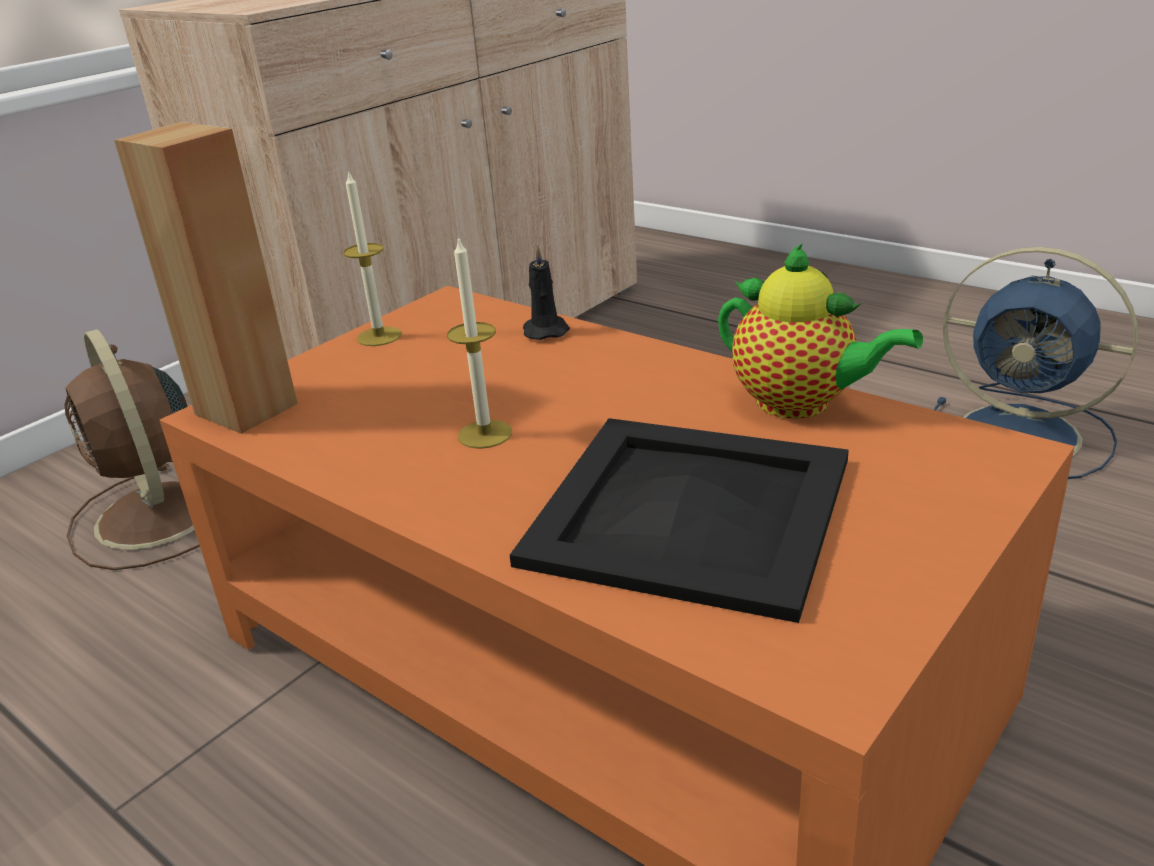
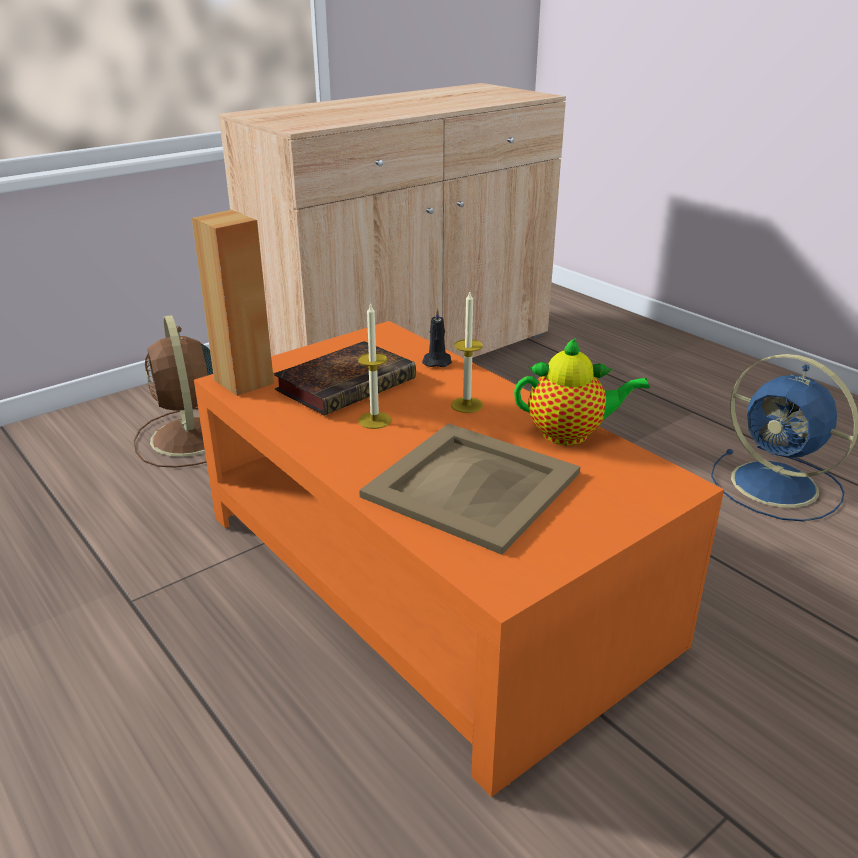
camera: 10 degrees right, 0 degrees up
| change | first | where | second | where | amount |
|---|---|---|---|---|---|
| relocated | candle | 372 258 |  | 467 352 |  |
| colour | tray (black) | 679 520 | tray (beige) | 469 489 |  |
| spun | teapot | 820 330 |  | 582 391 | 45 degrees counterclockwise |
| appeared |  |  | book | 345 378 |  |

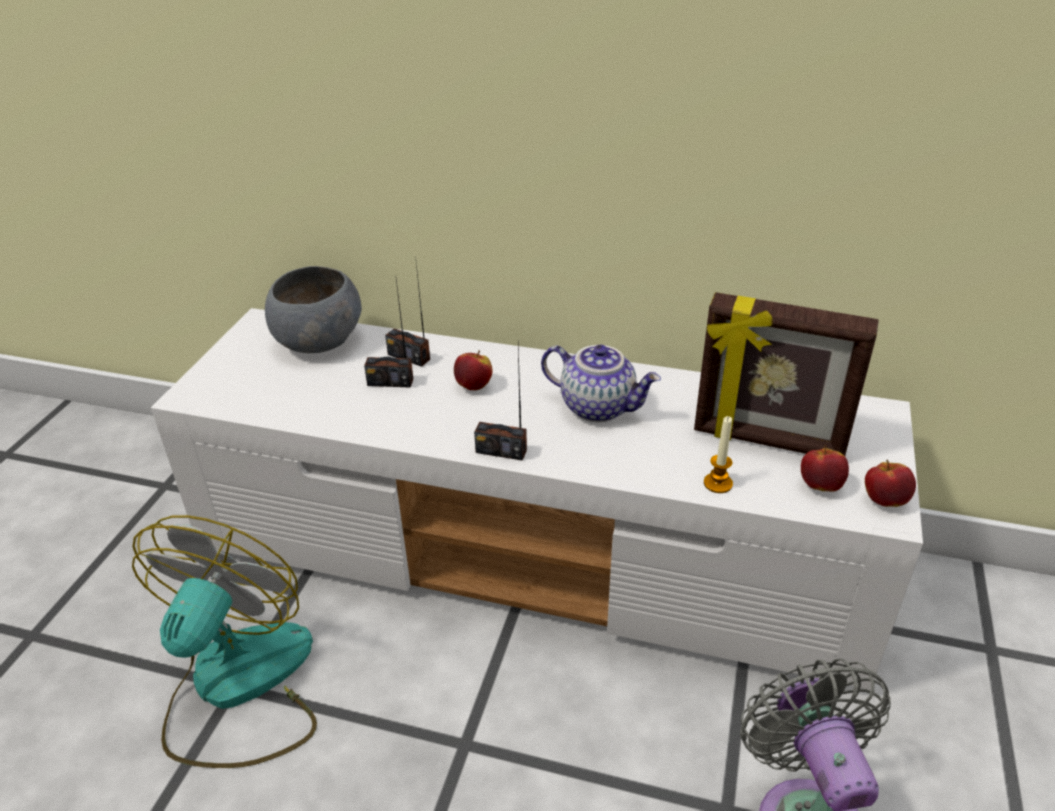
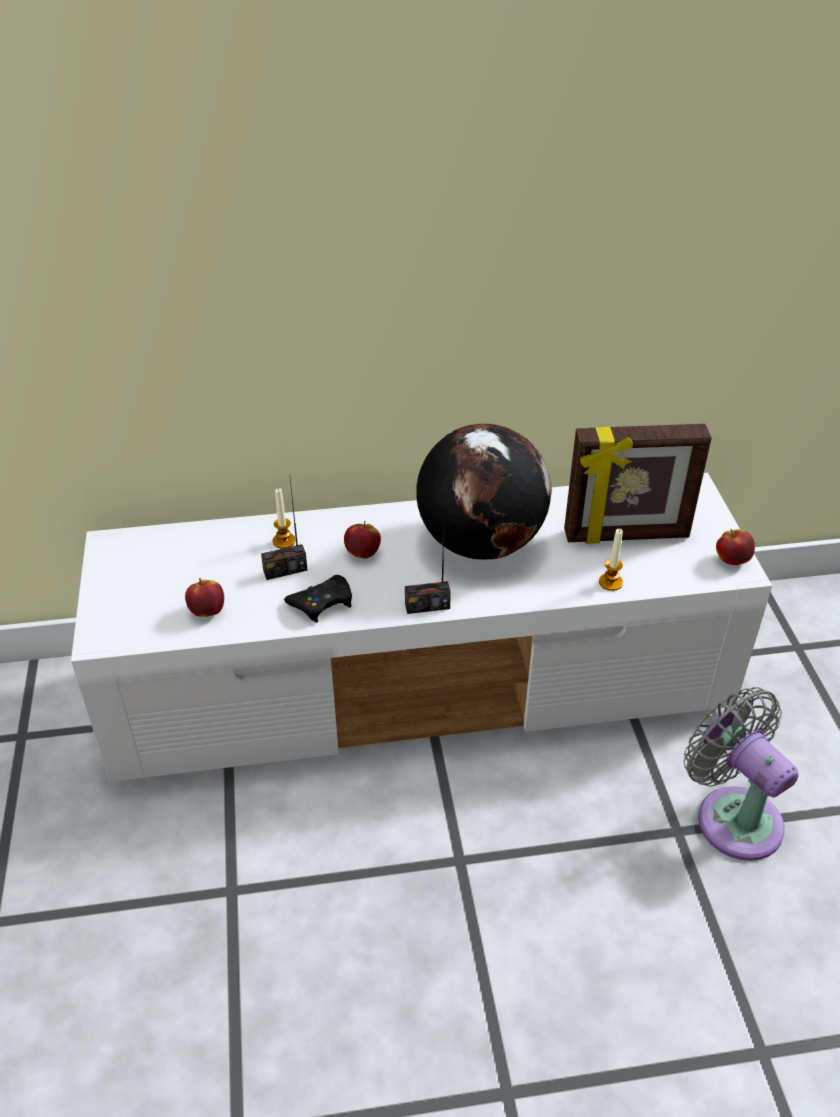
camera: 25 degrees left, 5 degrees up
| change | first | where | second | where | amount |
|---|---|---|---|---|---|
| missing | fan | 224 641 |  |  |  |
| missing | bowl (grey) | 313 309 |  |  |  |
| exchanged | radio | 407 311 | candle | 284 518 |  |
| exchanged | teapot | 601 383 | globe | 484 492 |  |
| relocated | apple | 825 468 |  | 204 597 |  |
| appeared |  |  | game controller (black) | 318 599 |  |

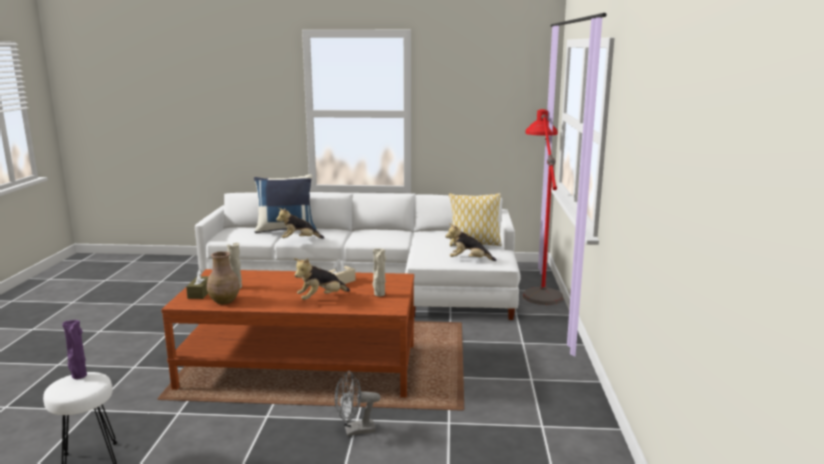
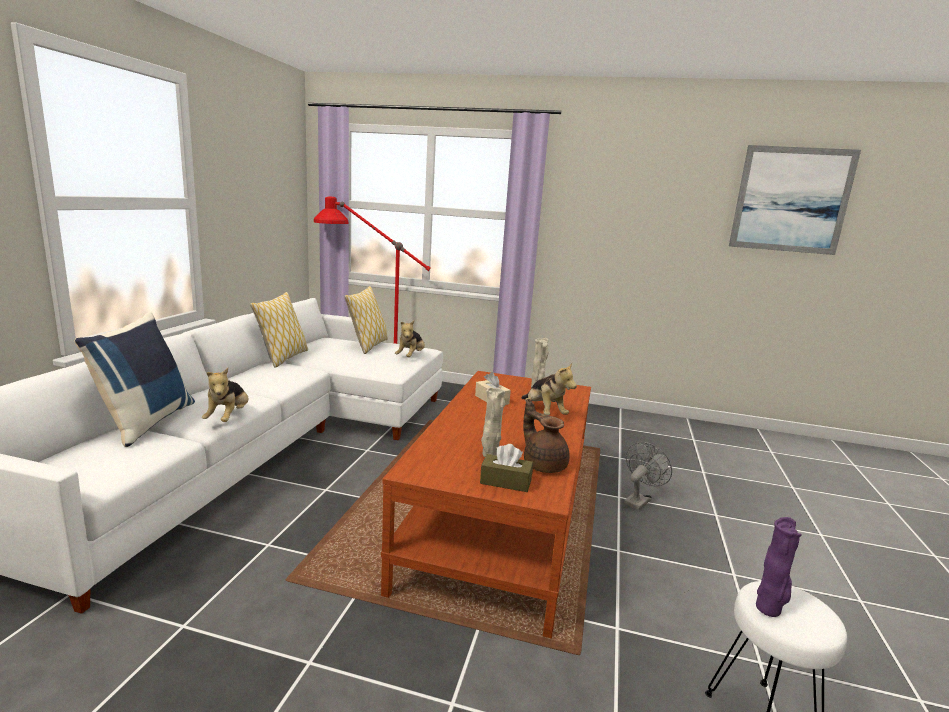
camera: 80 degrees left, 0 degrees up
| change | first | where | second | where | amount |
|---|---|---|---|---|---|
| exchanged | vase (brown) | 223 277 | teapot (brown) | 546 436 |  |
| spun | fan (grey) | 358 403 |  | 648 476 | 135 degrees counterclockwise |
| appeared |  |  | pillow | 279 329 |  |
| appeared |  |  | picture | 795 200 |  |

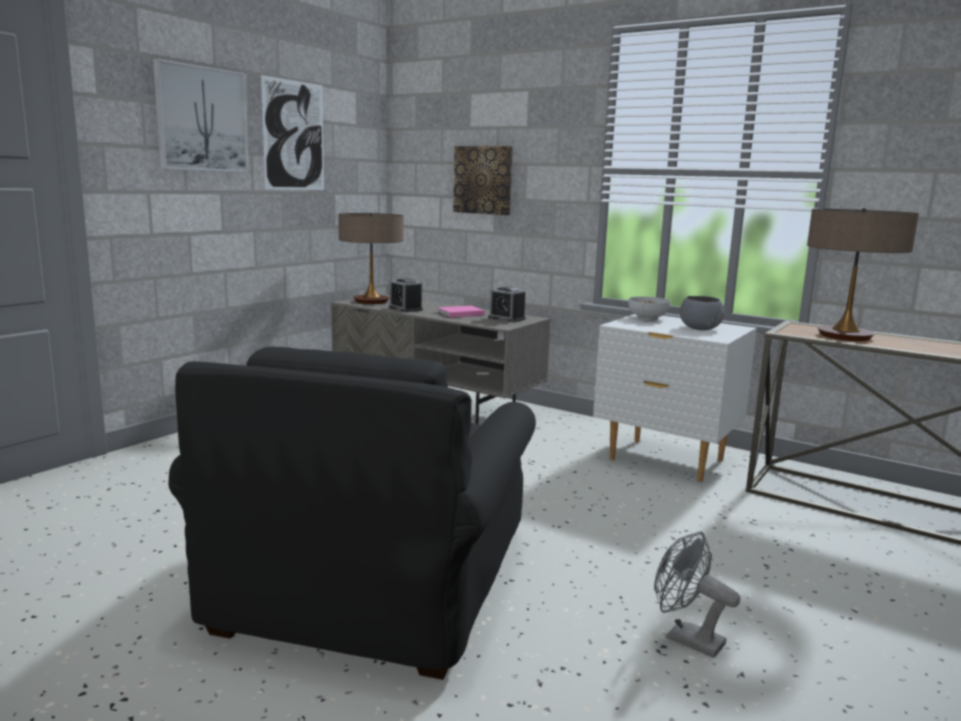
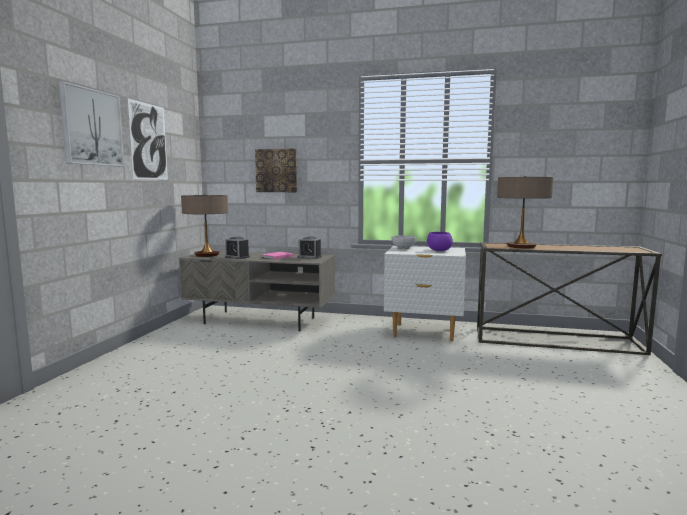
camera: 20 degrees left, 5 degrees down
| change | first | where | second | where | amount |
|---|---|---|---|---|---|
| missing | armchair (black) | 352 513 |  |  |  |
| missing | fan (grey) | 697 594 |  |  |  |
| colour | bowl (grey) | 702 313 | bowl (purple) | 440 241 |  |

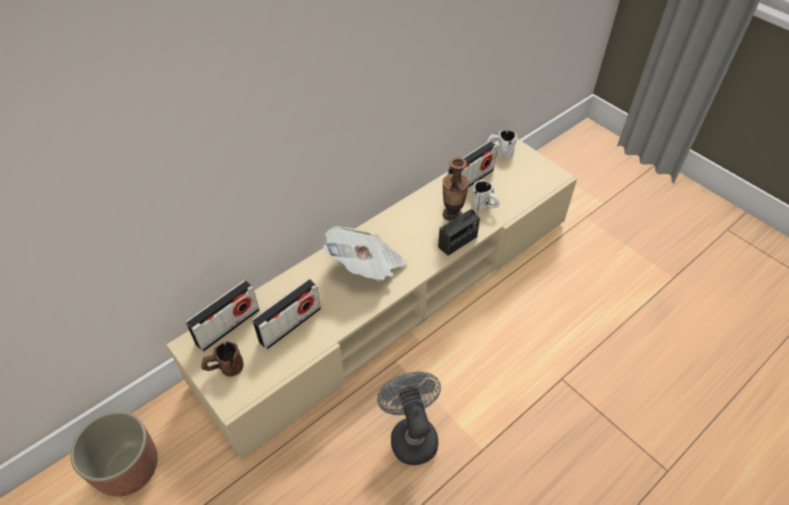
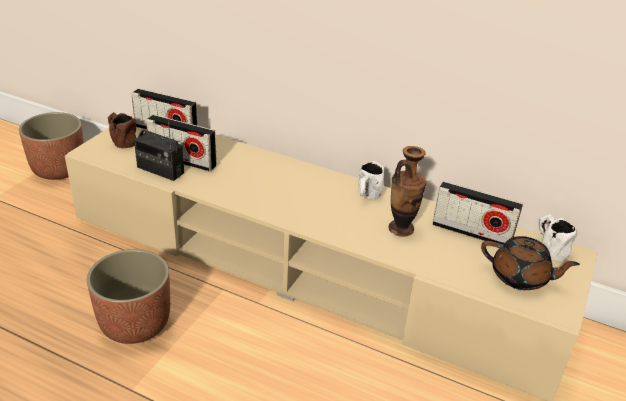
camera: 65 degrees right, 15 degrees down
| change | first | where | second | where | amount |
|---|---|---|---|---|---|
| missing | newspaper | 365 253 |  |  |  |
| exchanged | fan (grey) | 409 418 | planter | 128 296 |  |
| relocated | radio | 459 225 |  | 159 149 |  |
| relocated | mug (white) | 485 194 |  | 371 180 |  |
| appeared |  |  | teapot (brown) | 530 263 |  |

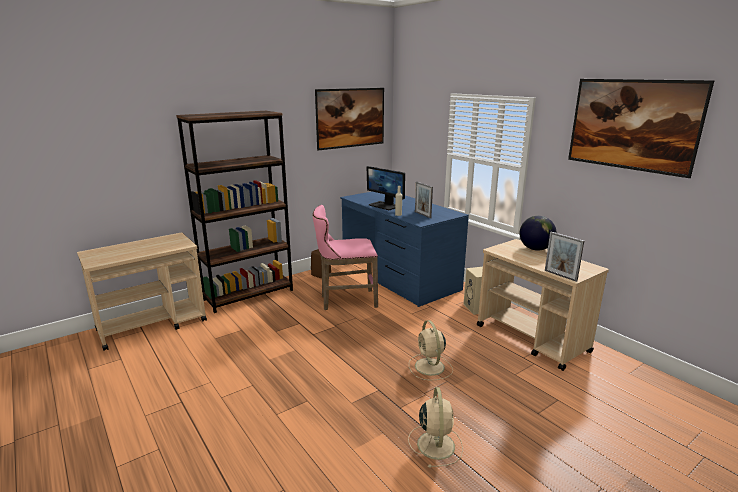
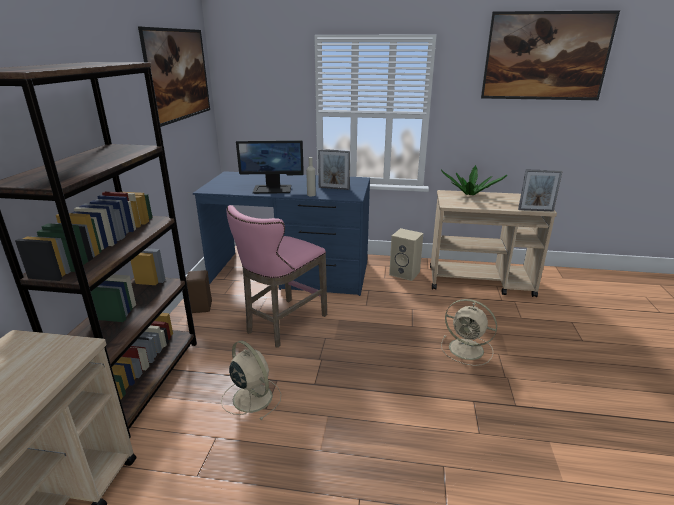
camera: 45 degrees left, 5 degrees up
| change | first | where | second | where | amount |
|---|---|---|---|---|---|
| relocated | fan (beige) | 435 427 |  | 251 380 |  |
| exchanged | globe | 538 233 | potted plant | 474 180 |  |

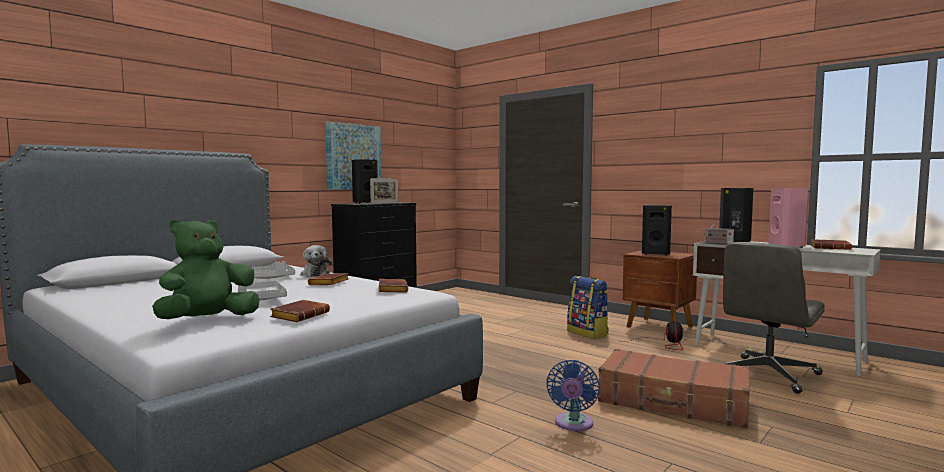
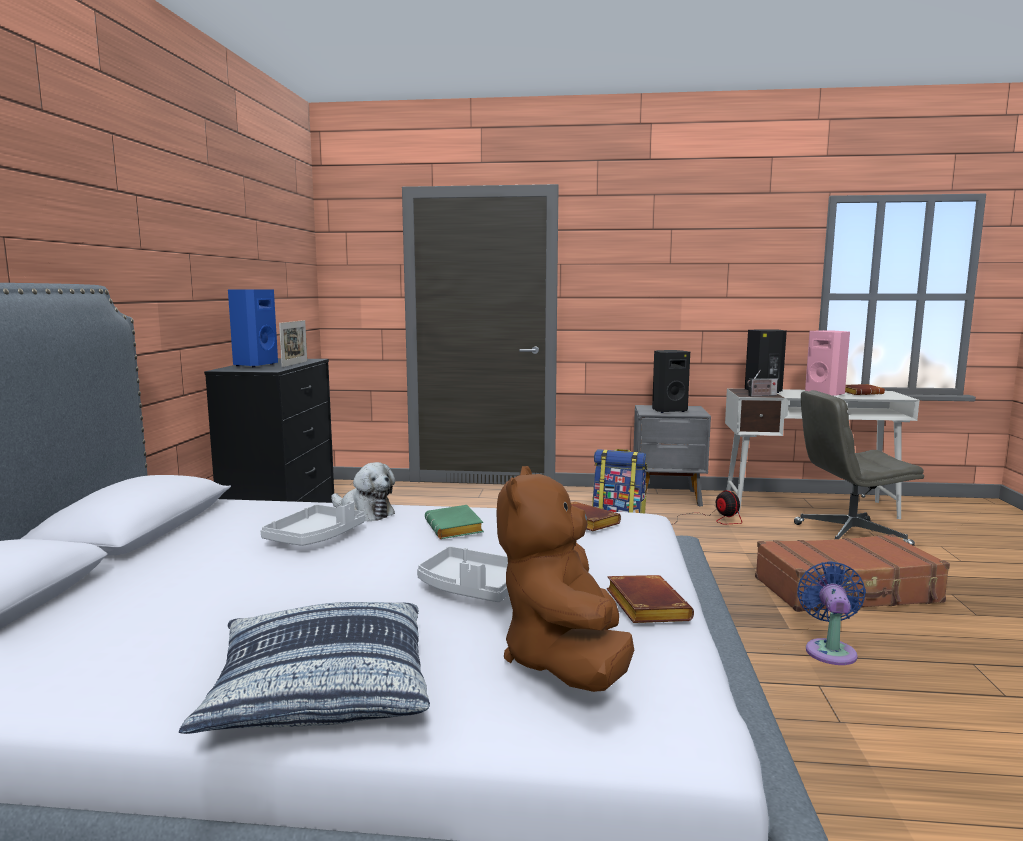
camera: 35 degrees left, 5 degrees up
| change | first | where | second | where | amount |
|---|---|---|---|---|---|
| colour | plush toy (green) | 206 269 | plush toy (brown) | 565 579 |  |
| colour | book (brown) | 328 279 | book (green) | 454 522 |  |
| missing | picture | 353 156 |  |  |  |
| colour | speaker (black) | 365 181 | speaker (blue) | 253 328 |  |
| spun | fan (blue) | 573 395 |  | 831 613 | 150 degrees counterclockwise |
| colour | nightstand (brown) | 660 289 | nightstand (grey) | 672 456 |  |
| spun | office chair (grey) | 773 318 |  | 859 468 | 75 degrees clockwise |
| appeared |  |  | pillow | 304 668 |  |

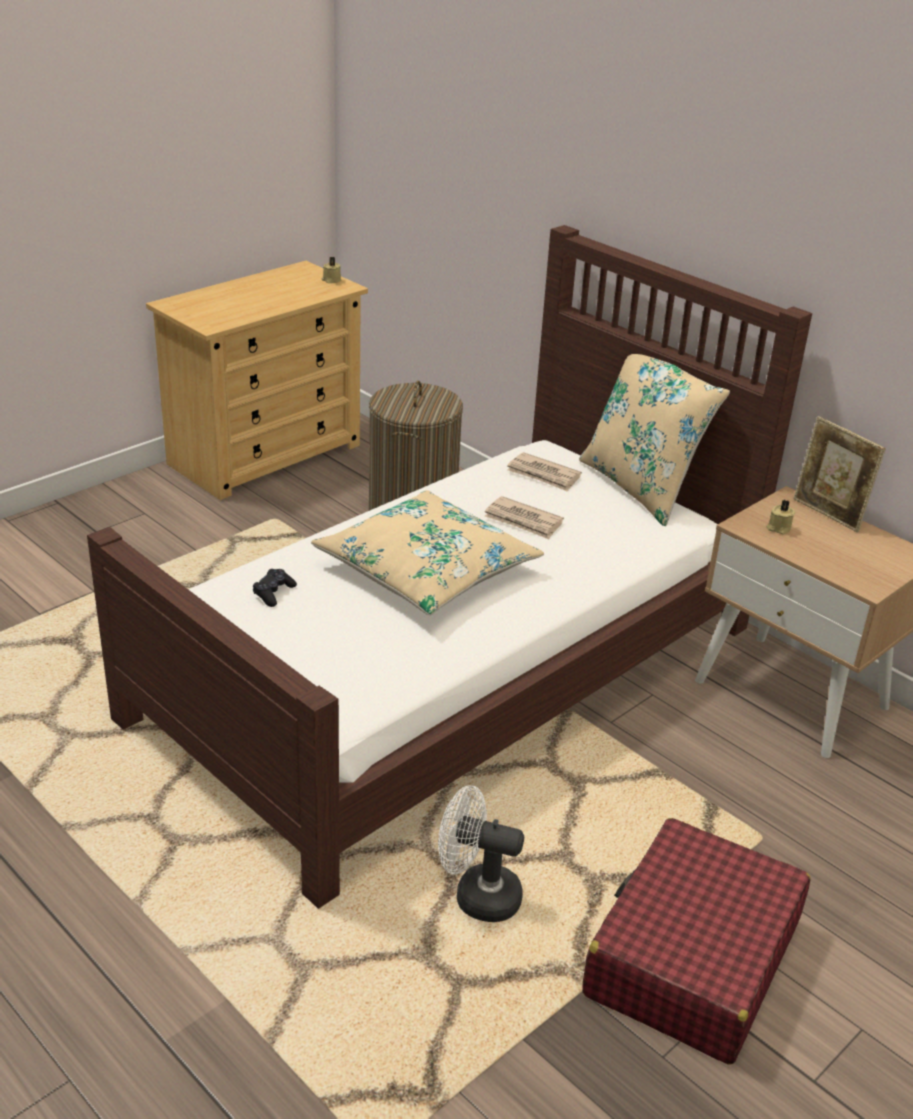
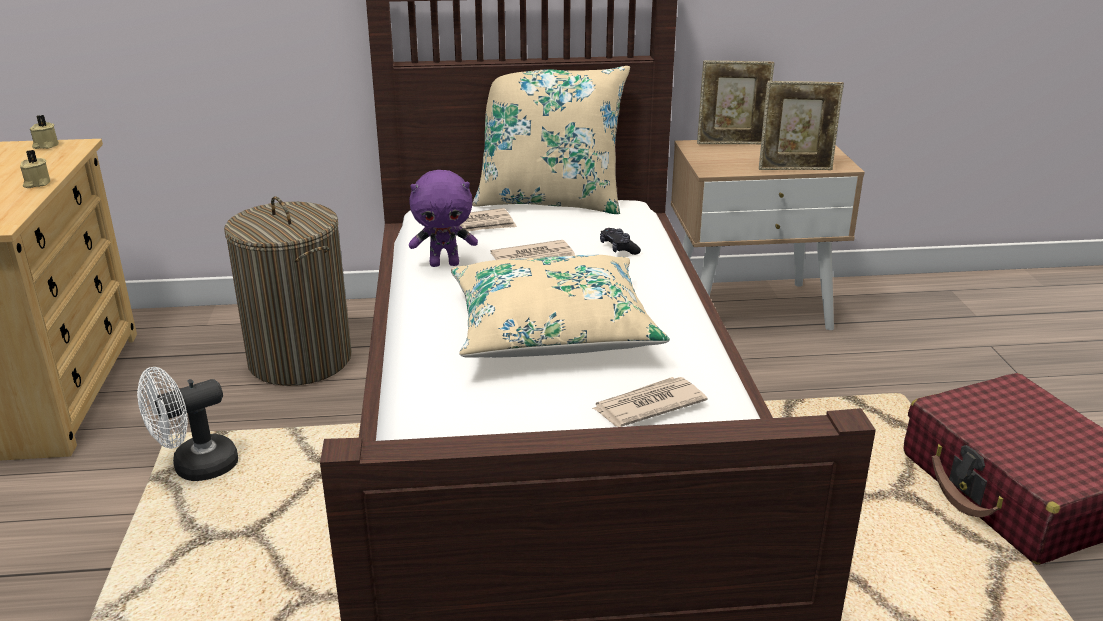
camera: 50 degrees left, 5 degrees down
| change | first | where | second | where | amount |
|---|---|---|---|---|---|
| relocated | game controller (black) | 275 588 |  | 620 241 |  |
| relocated | fan (white) | 481 853 |  | 187 424 |  |
| relocated | candle (beige) | 780 517 |  | 35 169 |  |
| appeared |  |  | plush toy (purple) | 443 218 |  |
| appeared |  |  | newspaper | 649 402 |  |
| appeared |  |  | picture frame | 801 125 |  |

